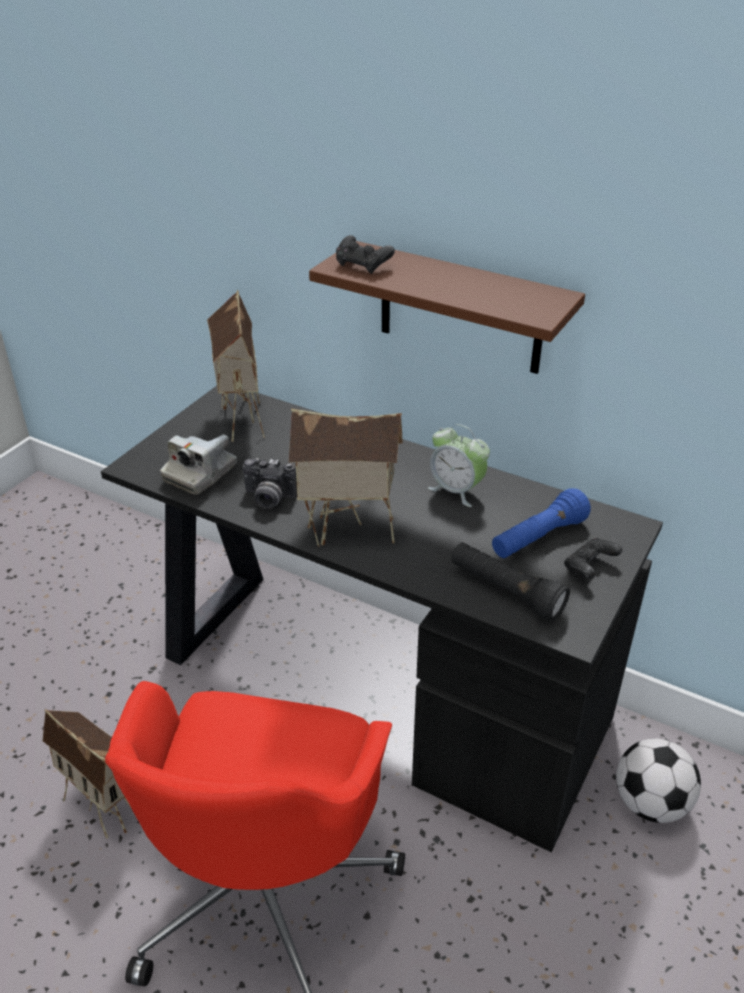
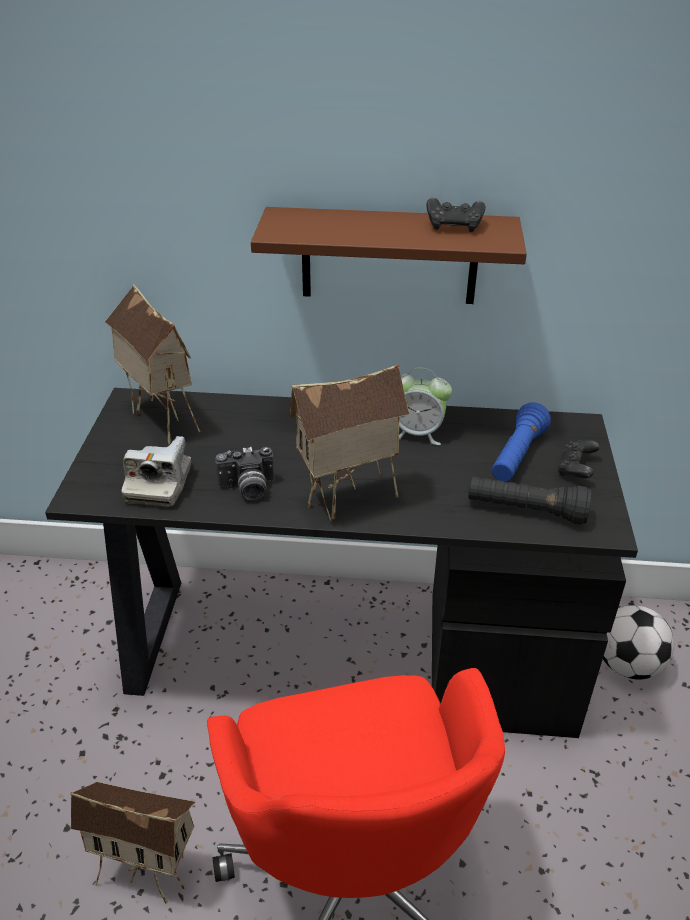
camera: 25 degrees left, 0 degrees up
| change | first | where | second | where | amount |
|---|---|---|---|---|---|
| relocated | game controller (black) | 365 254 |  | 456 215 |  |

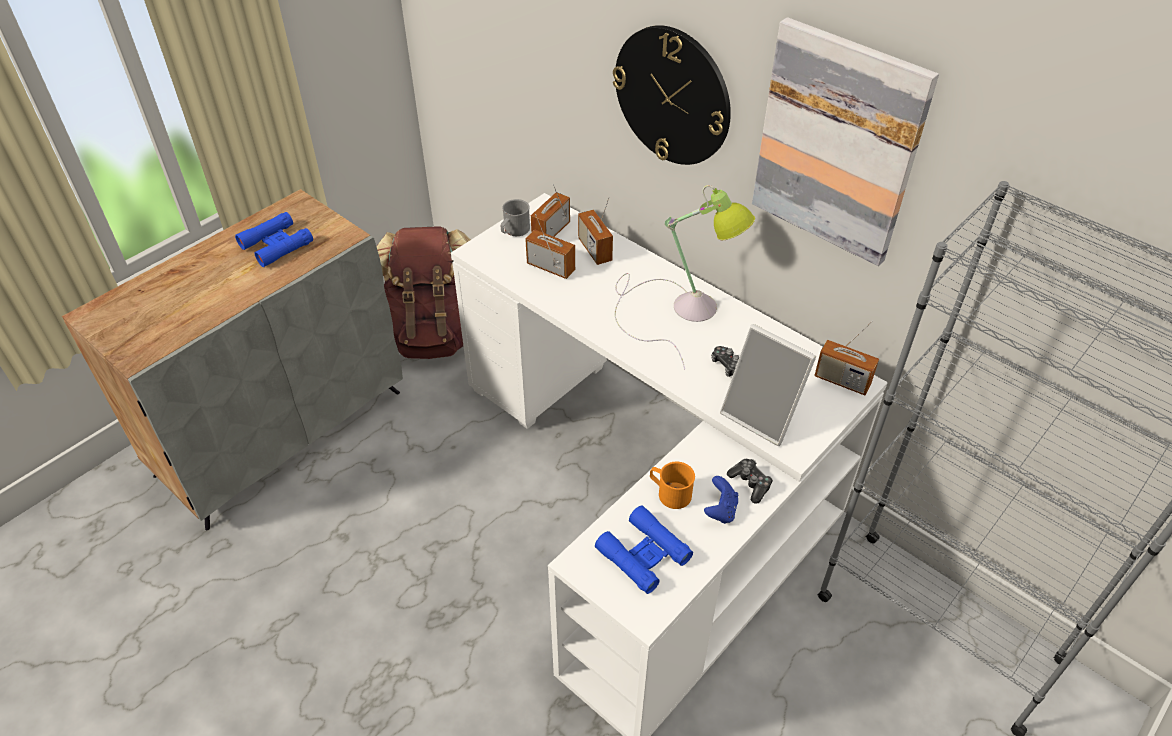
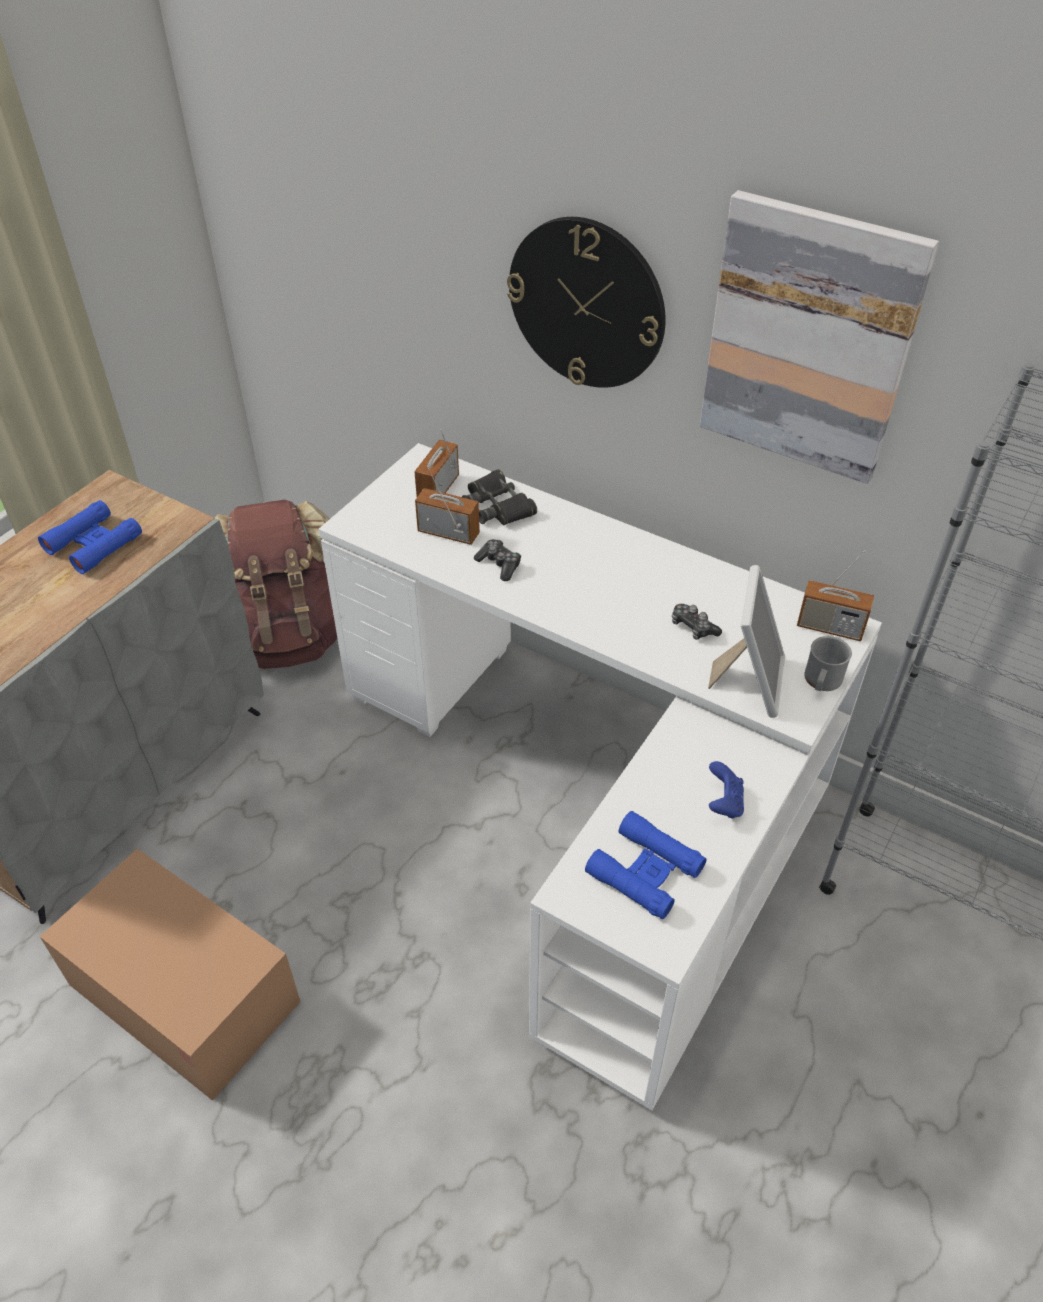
camera: 10 degrees left, 0 degrees up
| change | first | where | second | where | amount |
|---|---|---|---|---|---|
| relocated | mug (grey) | 515 217 |  | 828 663 |  |
| exchanged | radio | 595 231 | binoculars (black) | 499 497 |  |
| missing | table lamp | 685 277 |  |  |  |
| missing | mug (orange) | 672 485 |  |  |  |
| spun | picture frame | 768 385 |  | 746 641 | 105 degrees counterclockwise |
| relocated | game controller | 750 481 |  | 497 560 |  |
| appeared |  |  | cardboard box | 170 975 |  |

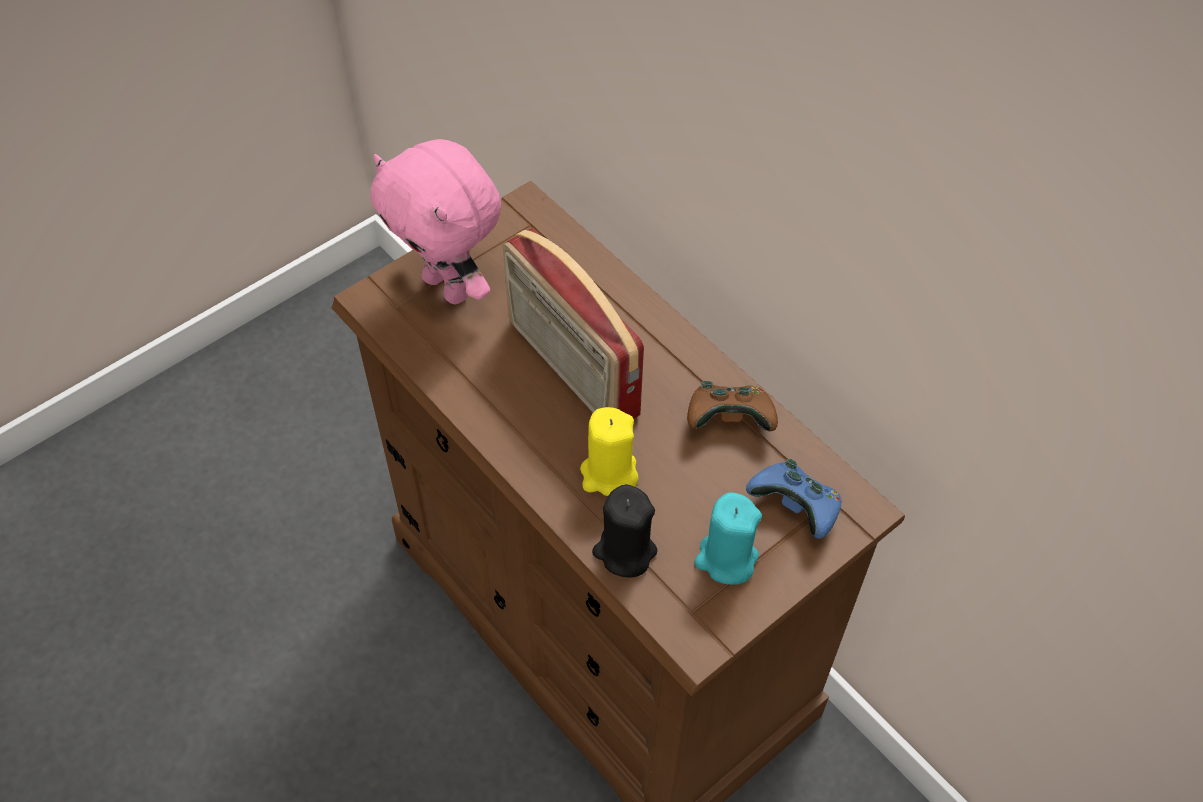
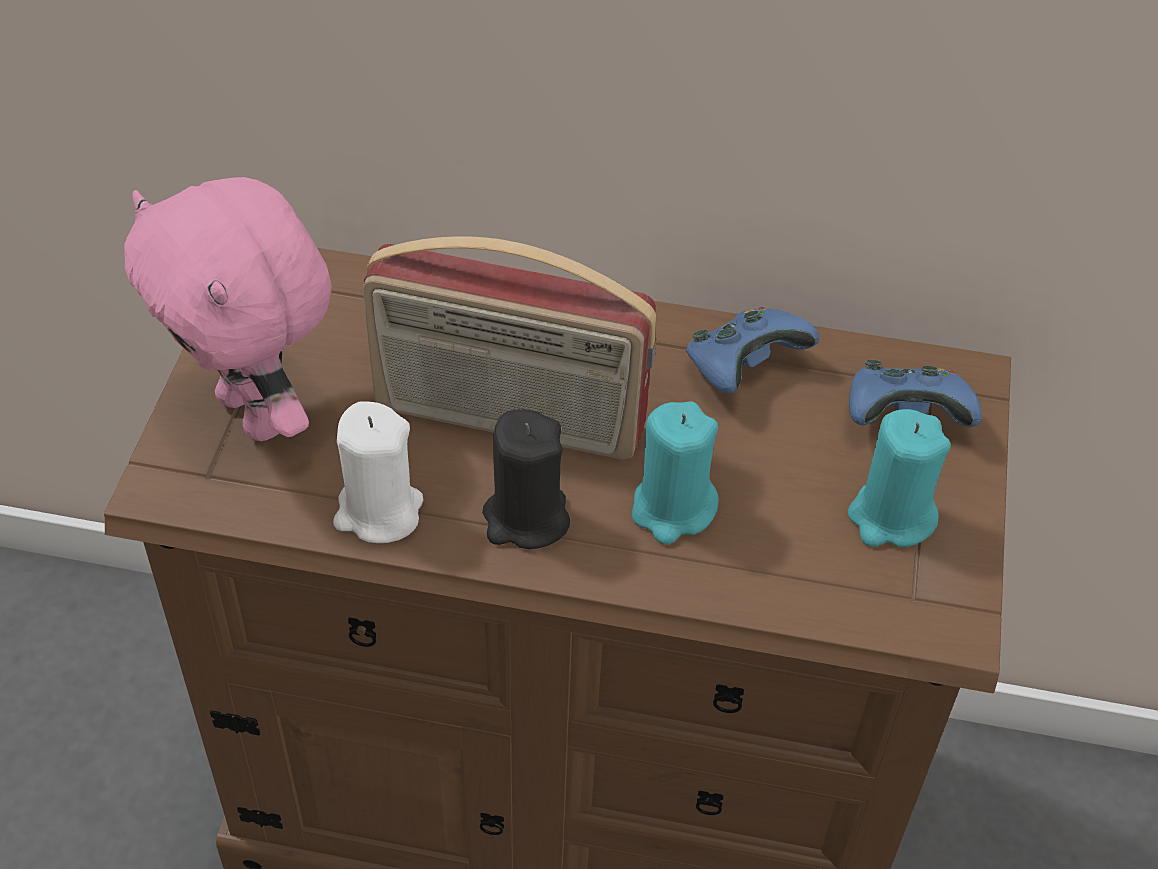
camera: 40 degrees left, 5 degrees down
| change | first | where | second | where | amount |
|---|---|---|---|---|---|
| spun | plush toy (pink) | 436 221 |  | 228 309 | 45 degrees clockwise |
| colour | candle (yellow) | 609 451 | candle (turquoise) | 675 473 |  |
| relocated | candle (black) | 625 531 |  | 526 479 |  |
| colour | game controller (brown) | 732 406 | game controller (blue) | 753 350 |  |
| appeared |  |  | candle (white) | 378 472 |  |

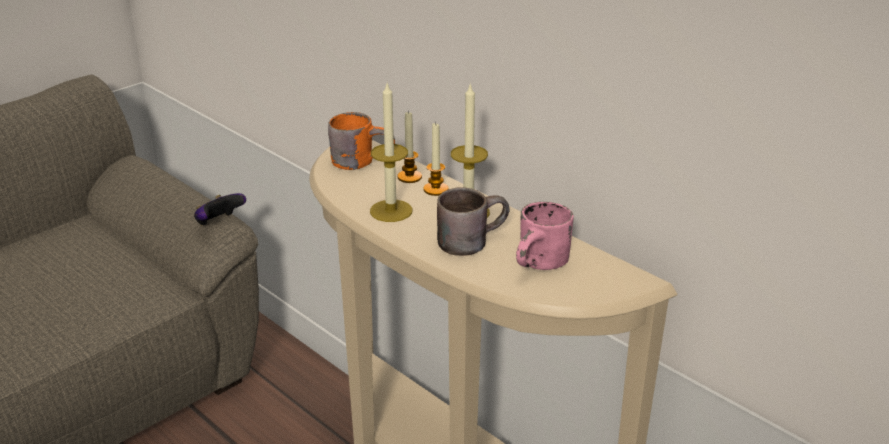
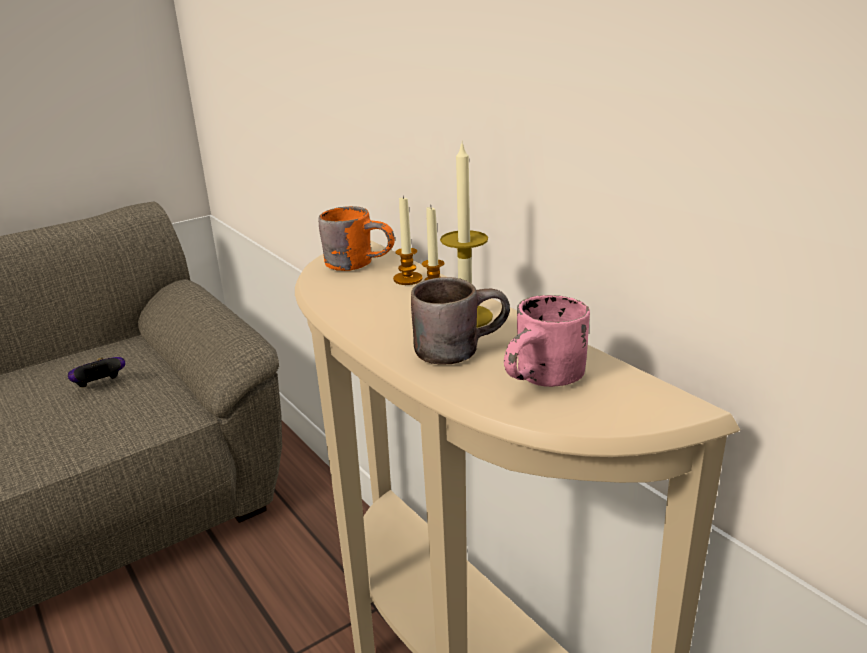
camera: 10 degrees right, 5 degrees down
| change | first | where | second | where | amount |
|---|---|---|---|---|---|
| relocated | game controller | 220 209 |  | 96 372 |  |
| missing | candle | 391 152 |  |  |  |

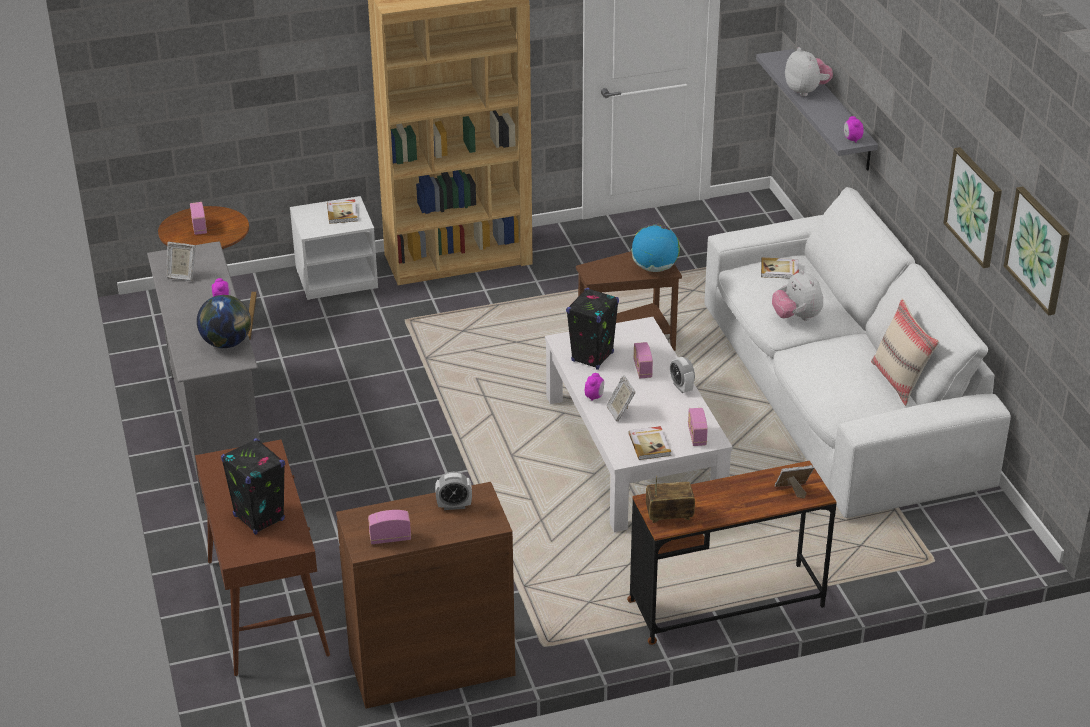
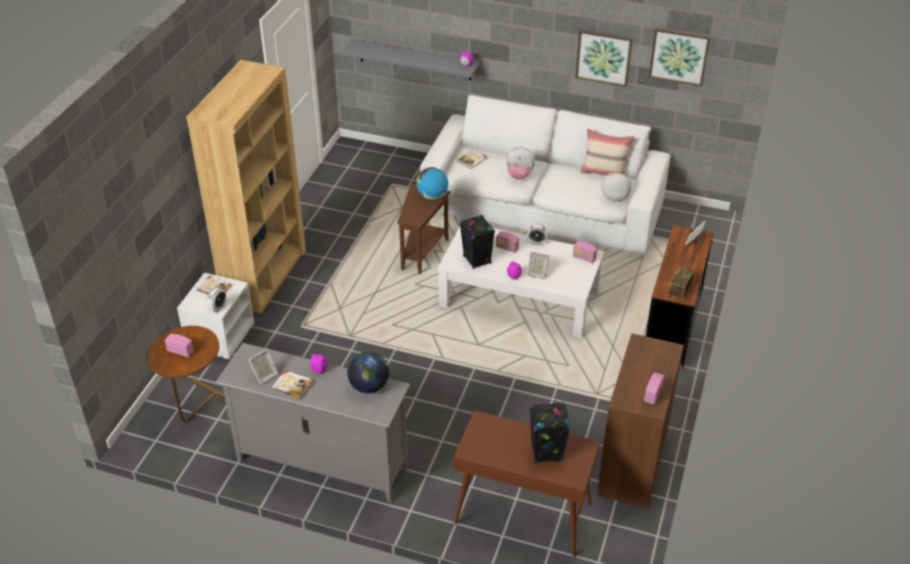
camera: 55 degrees left, 5 degrees up
| change | first | where | second | where | amount |
|---|---|---|---|---|---|
| relocated | alarm clock | 453 491 |  | 216 300 |  |
| relocated | book | 649 443 |  | 292 384 |  |
| relocated | plush toy | 809 71 |  | 616 187 |  |

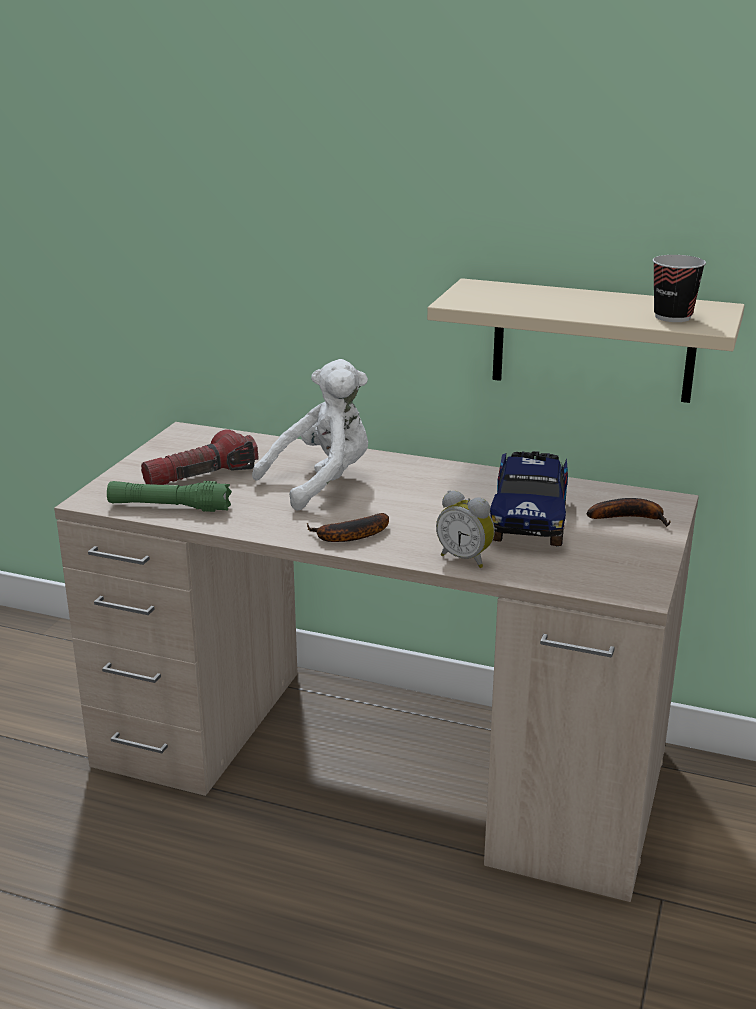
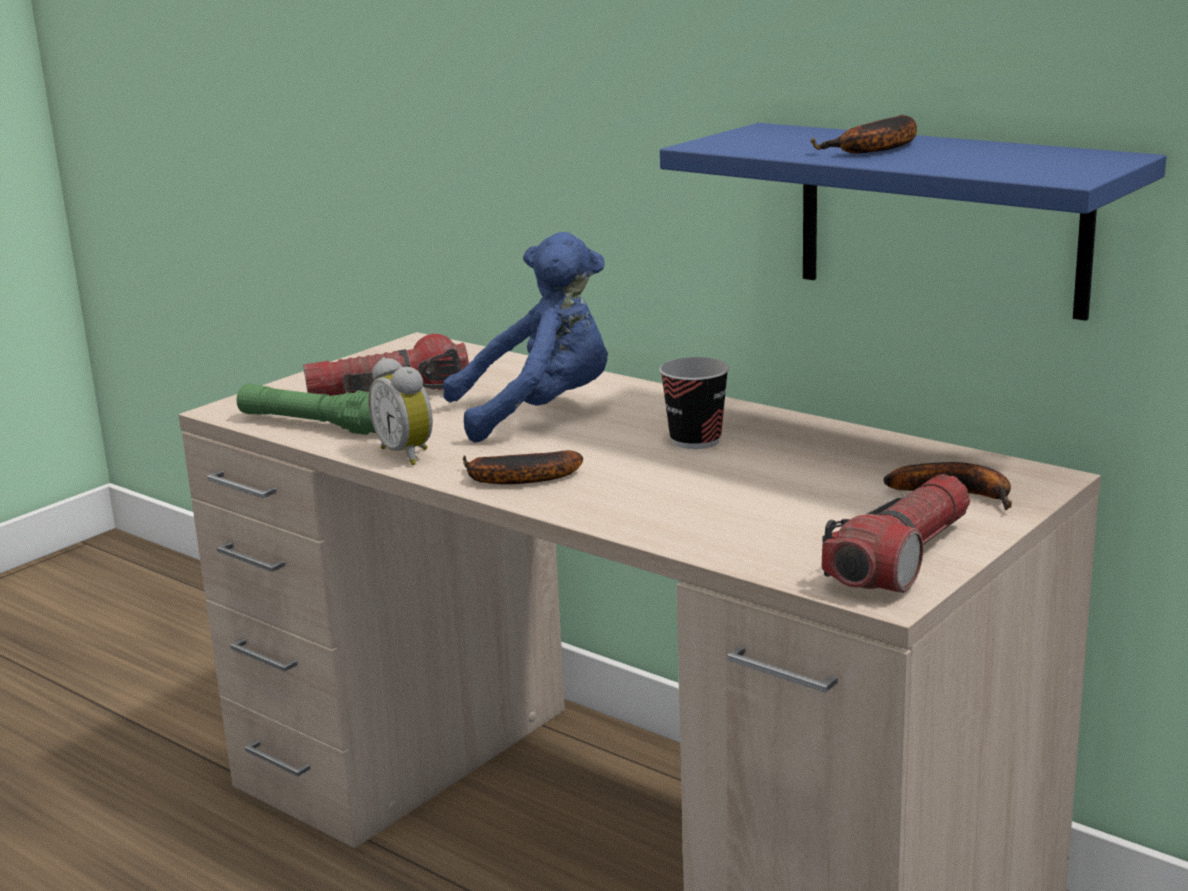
camera: 20 degrees right, 5 degrees down
| change | first | where | second | where | amount |
|---|---|---|---|---|---|
| colour | plush toy (white) | 310 435 | plush toy (blue) | 525 337 |  |
| colour | shelf (beige) | 586 340 | shelf (blue) | 913 222 |  |
| relocated | alarm clock | 465 529 |  | 400 411 |  |
| missing | toy truck | 529 498 |  |  |  |
| relocated | cup | 679 288 |  | 694 403 |  |
| appeared |  |  | banana | 863 134 |  |
| appeared |  |  | flashlight | 896 533 |  |

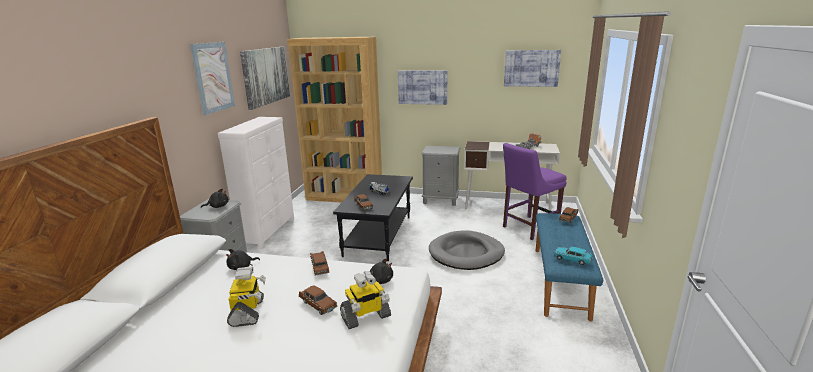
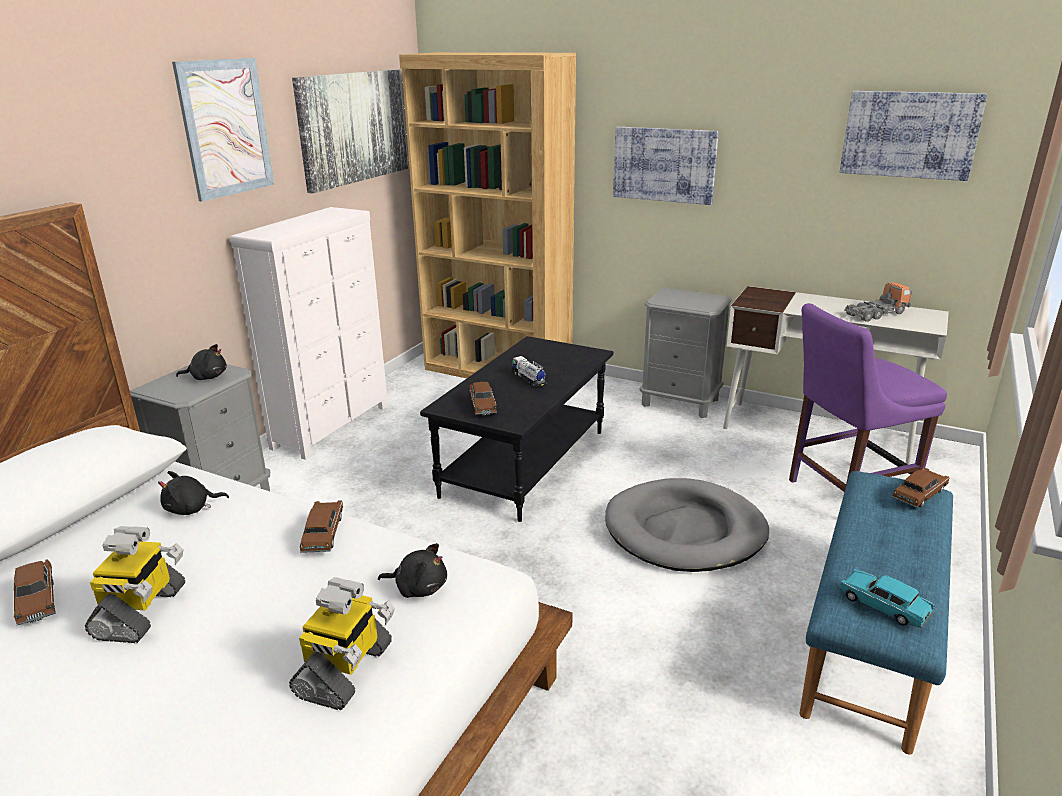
camera: 15 degrees right, 5 degrees up
| change | first | where | second | where | amount |
|---|---|---|---|---|---|
| relocated | toy car (brown) | 318 300 |  | 34 592 |  |
| spun | toy robot | 365 300 |  | 342 643 | 60 degrees counterclockwise |

